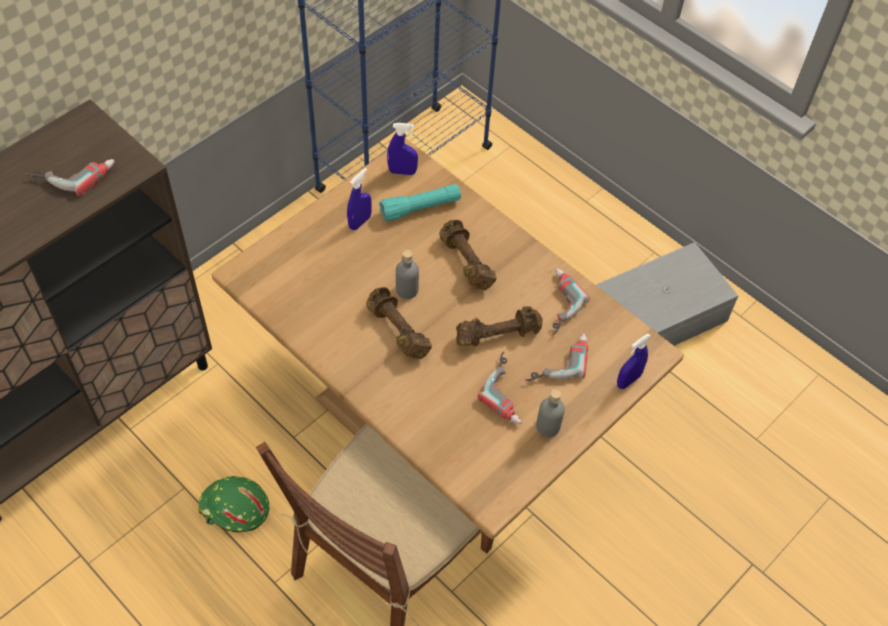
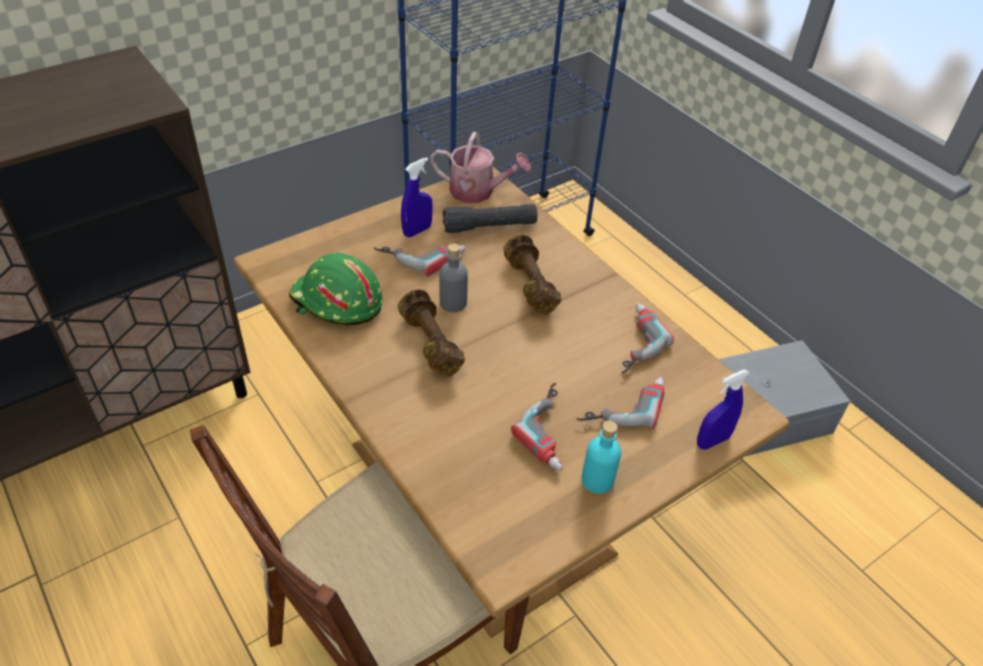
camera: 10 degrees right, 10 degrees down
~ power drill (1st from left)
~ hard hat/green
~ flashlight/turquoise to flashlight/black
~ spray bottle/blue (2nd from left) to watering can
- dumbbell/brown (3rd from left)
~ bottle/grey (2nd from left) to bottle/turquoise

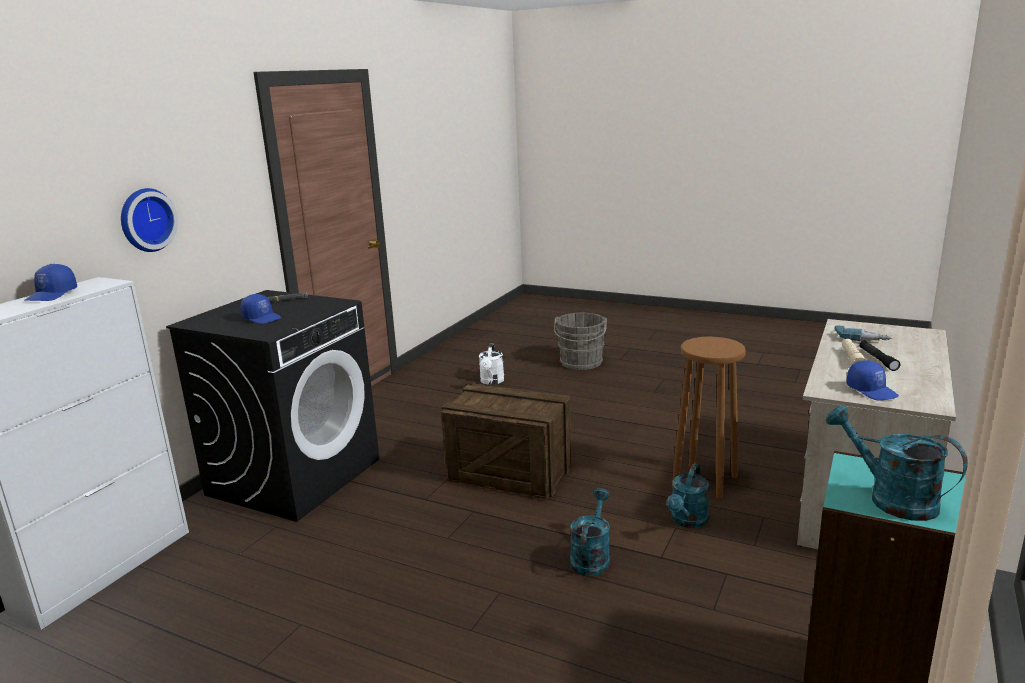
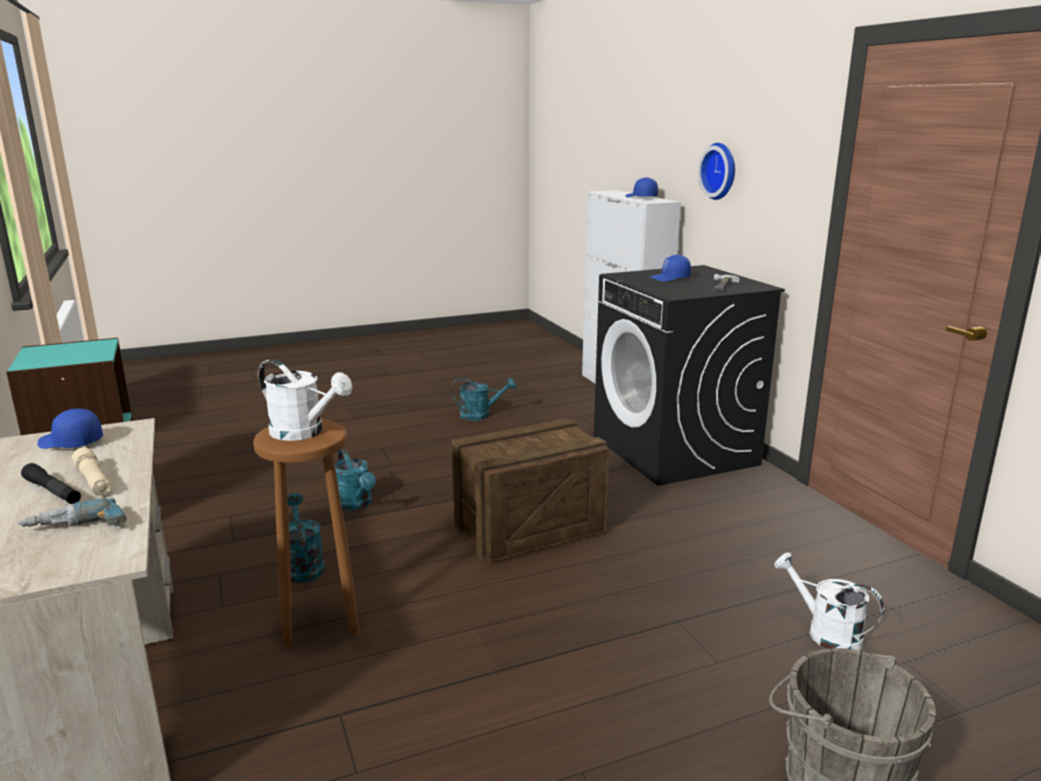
camera: 130 degrees right, 0 degrees up
~ watering can/turquoise (3rd from left)
+ watering can/white (1st from left)

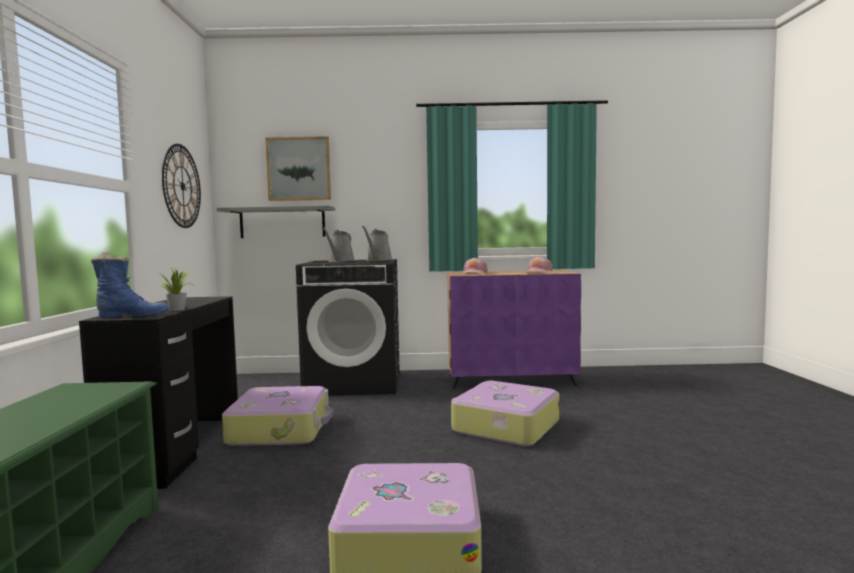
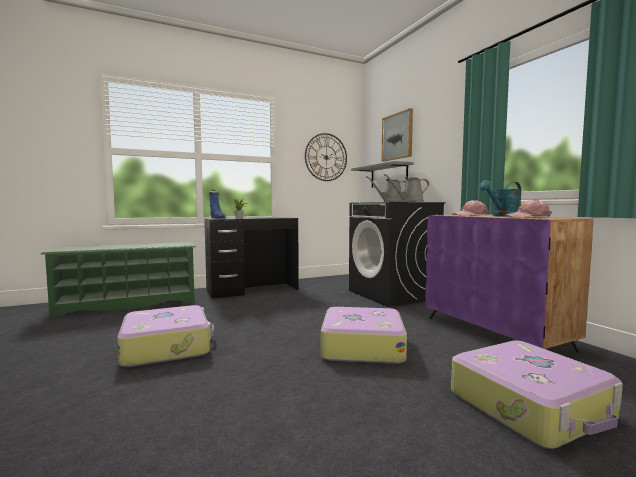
camera: 65 degrees right, 0 degrees up
~ suitcase (1st from left in the first image) to suitcase (3rd from left)
+ watering can/turquoise

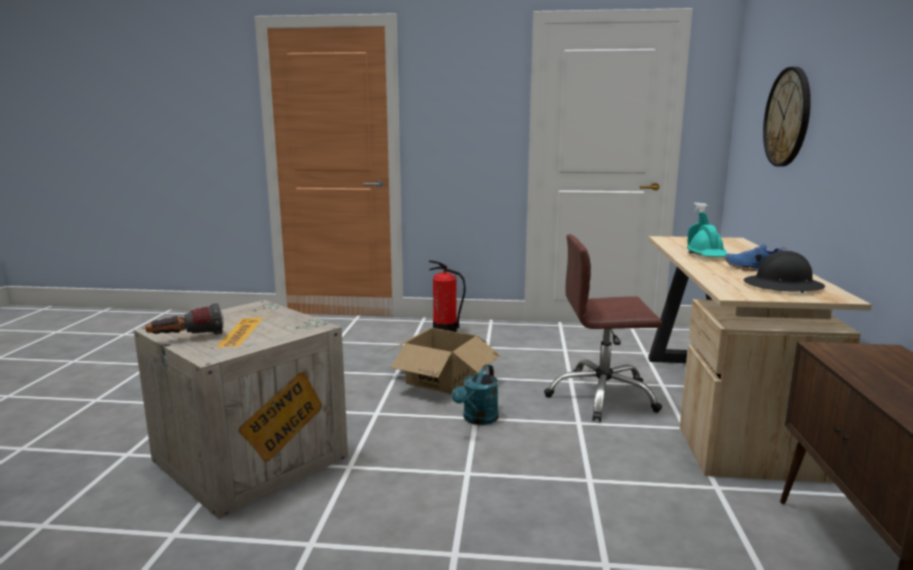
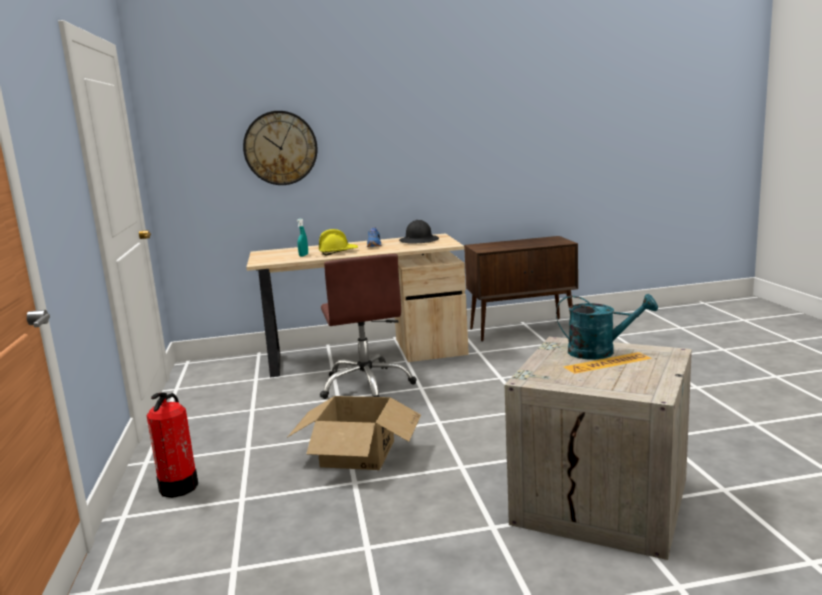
camera: 105 degrees left, 0 degrees up
- flashlight
~ watering can/turquoise
~ hard hat/turquoise to hard hat/yellow

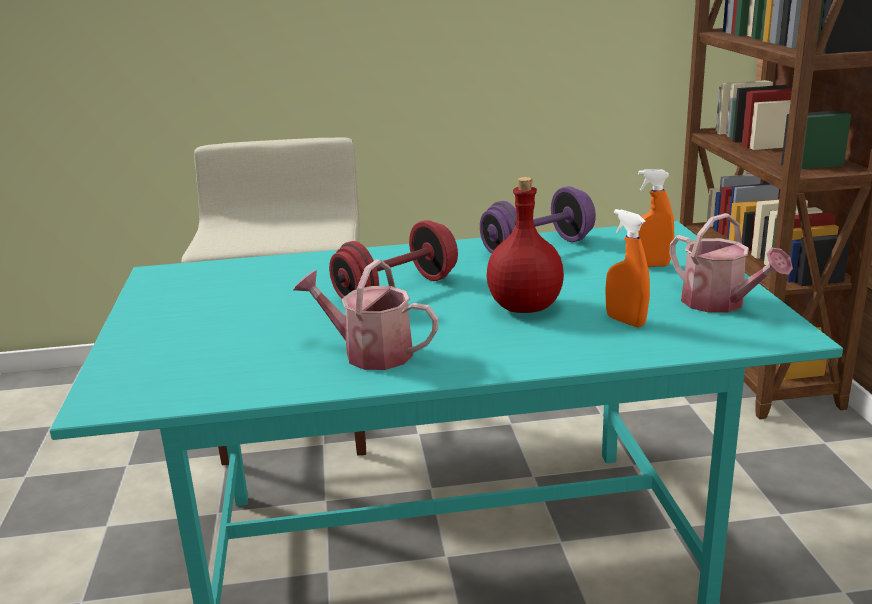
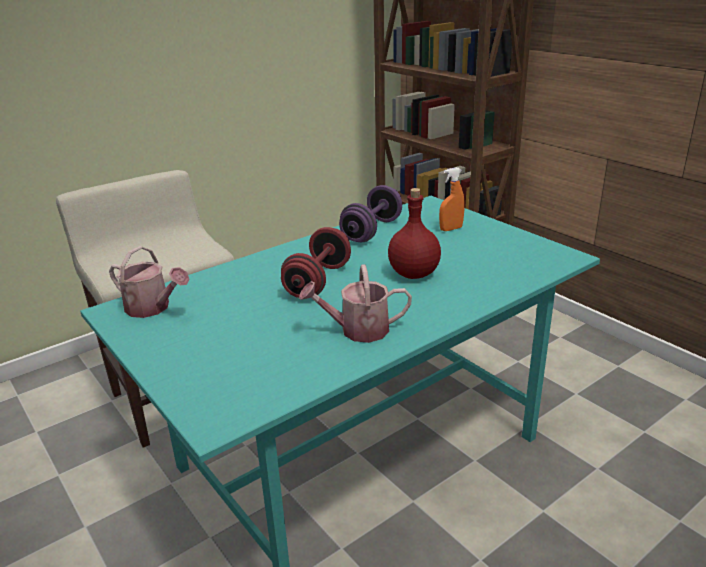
camera: 30 degrees left, 5 degrees up
- spray bottle/orange (1st from left)
~ watering can (2nd from left in the first image) to watering can (1st from left)

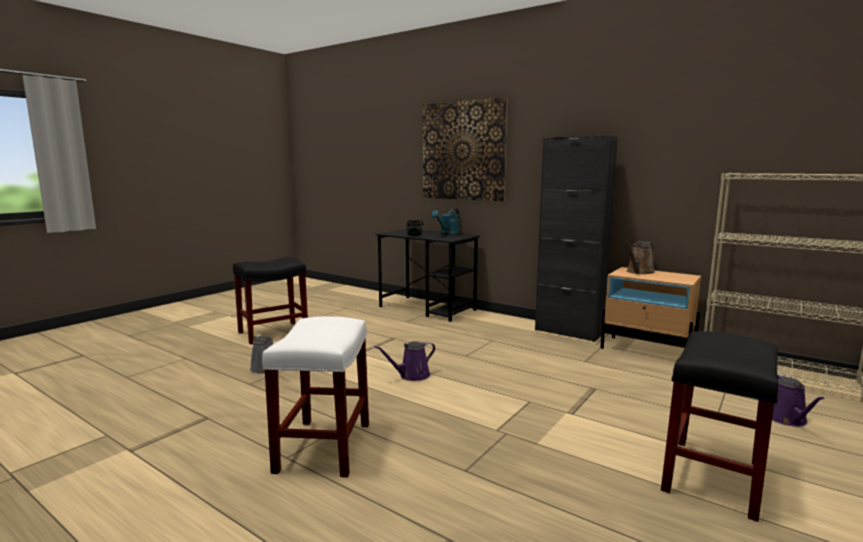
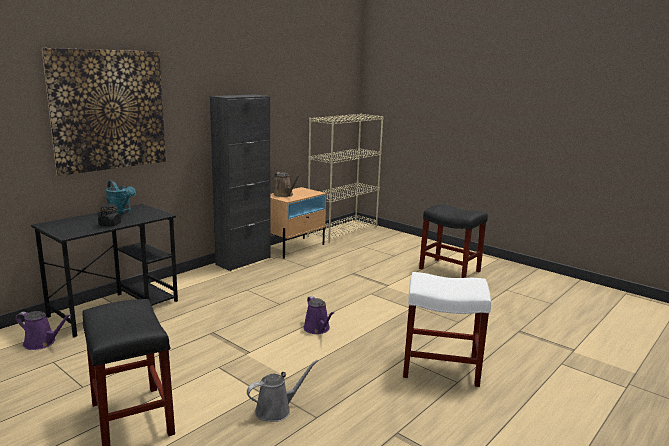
camera: 85 degrees left, 5 degrees up
~ watering can/purple (2nd from left in the first image) to watering can/purple (1st from left)

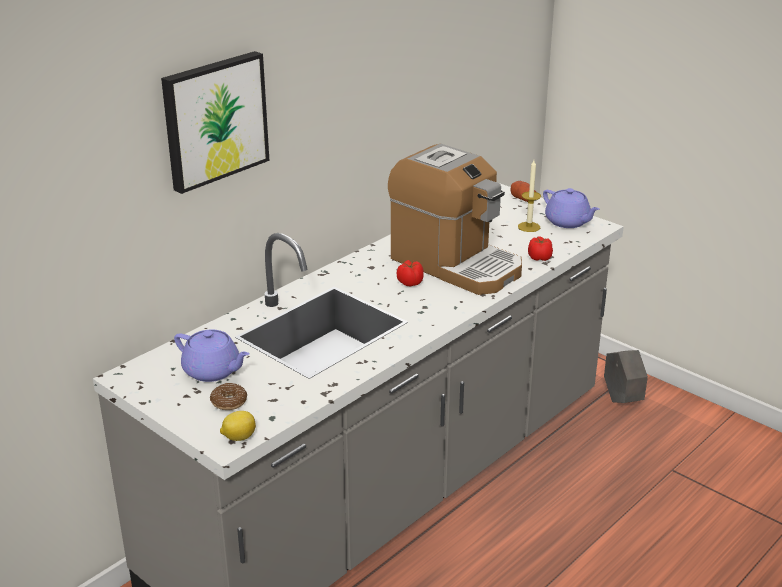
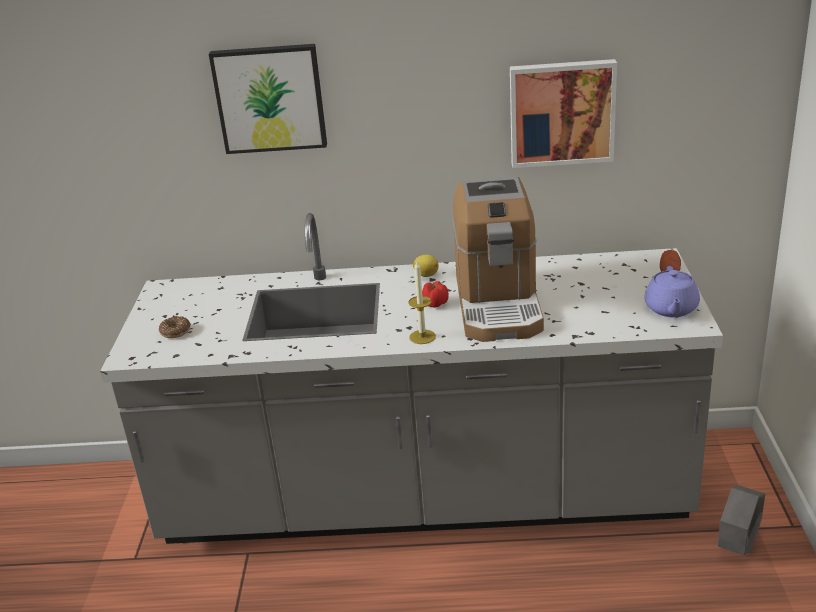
camera: 50 degrees right, 0 degrees up
- teapot/purple (1st from left)
~ lemon
~ candle
- tomato (2nd from left)
+ picture (2nd from left)

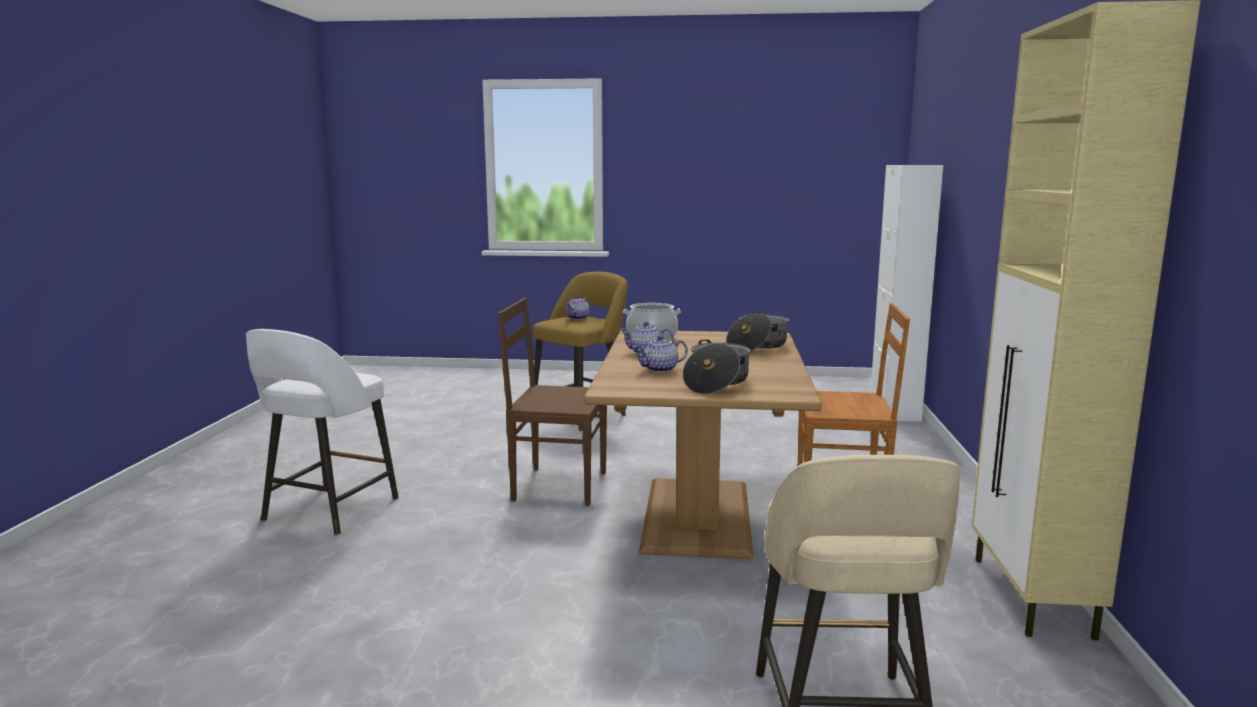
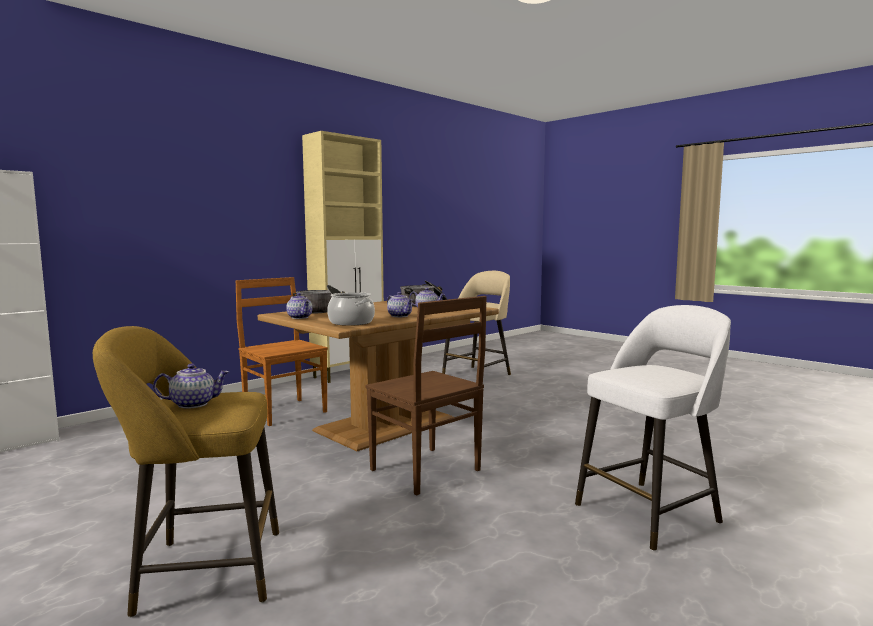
camera: 140 degrees left, 5 degrees down
+ teapot (2nd from left)

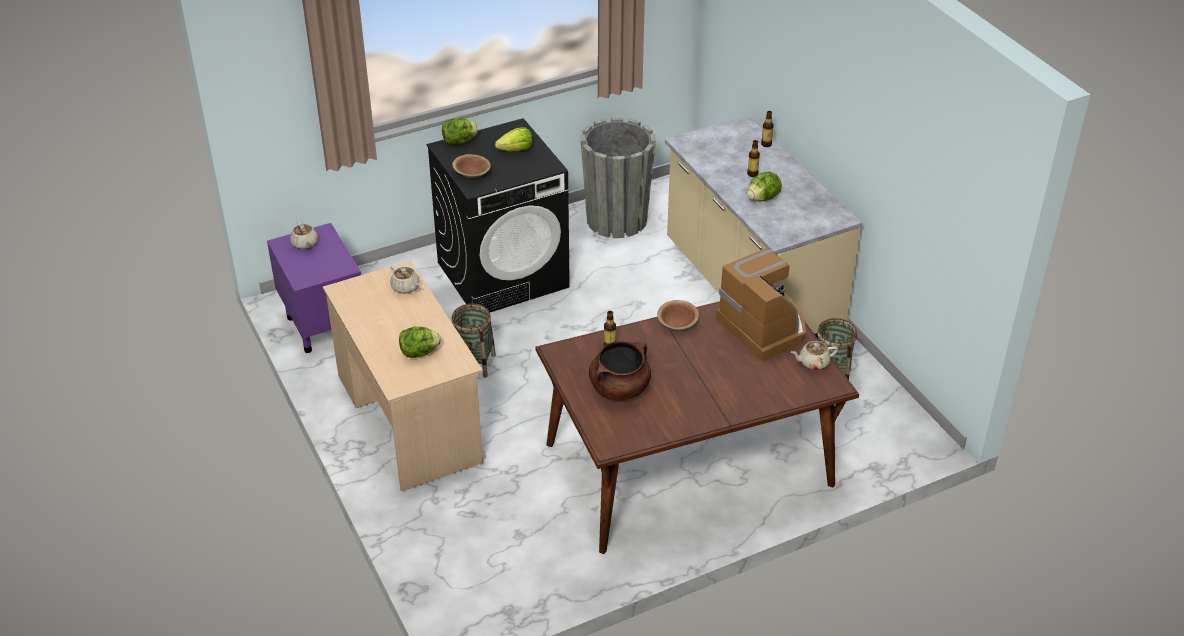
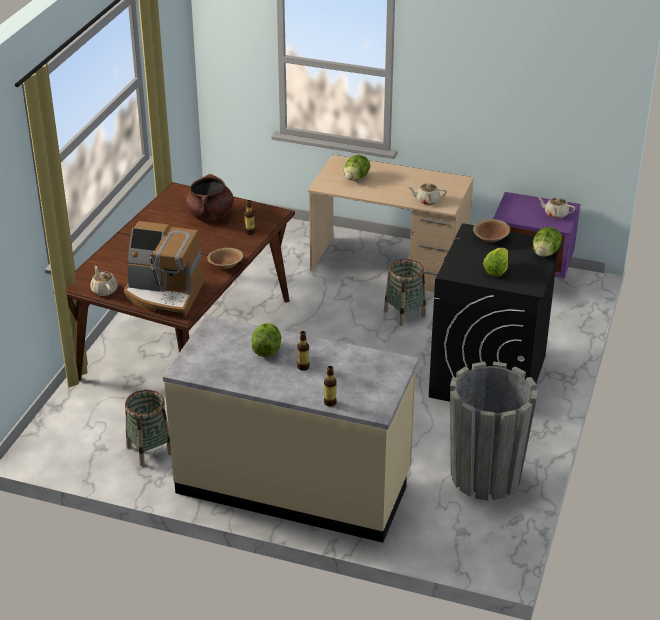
camera: 135 degrees right, 5 degrees down
~ teapot/beige (3rd from left in the first image) 60 degrees counterclockwise

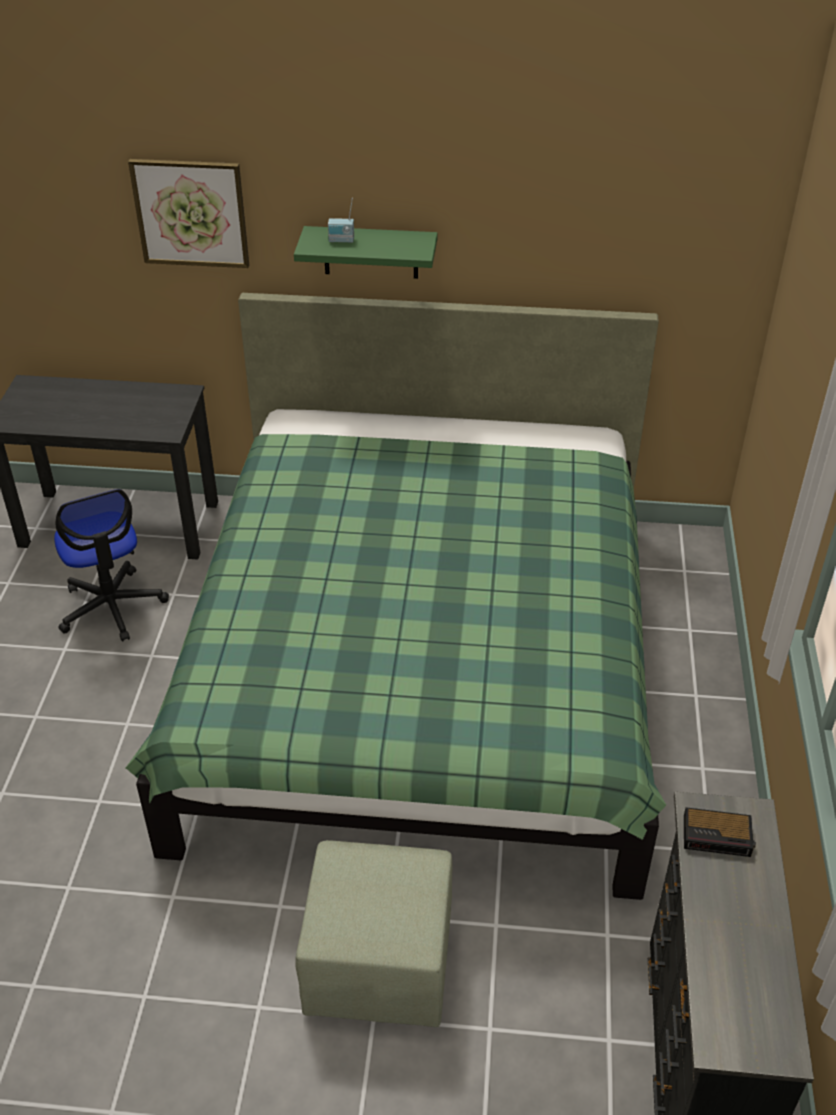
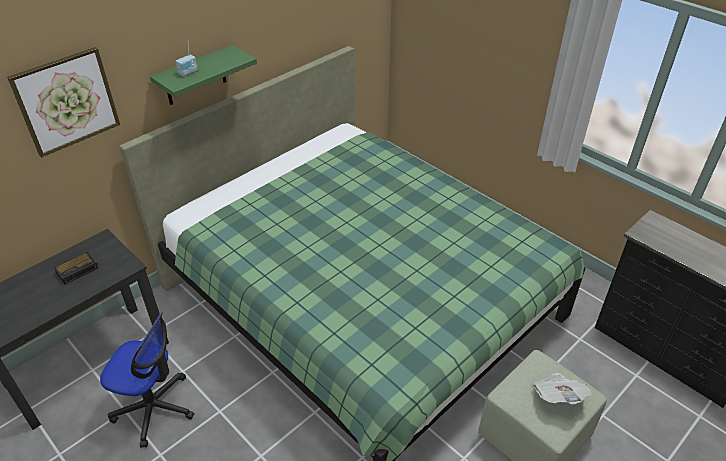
camera: 50 degrees left, 0 degrees up
~ alarm clock
+ newspaper

